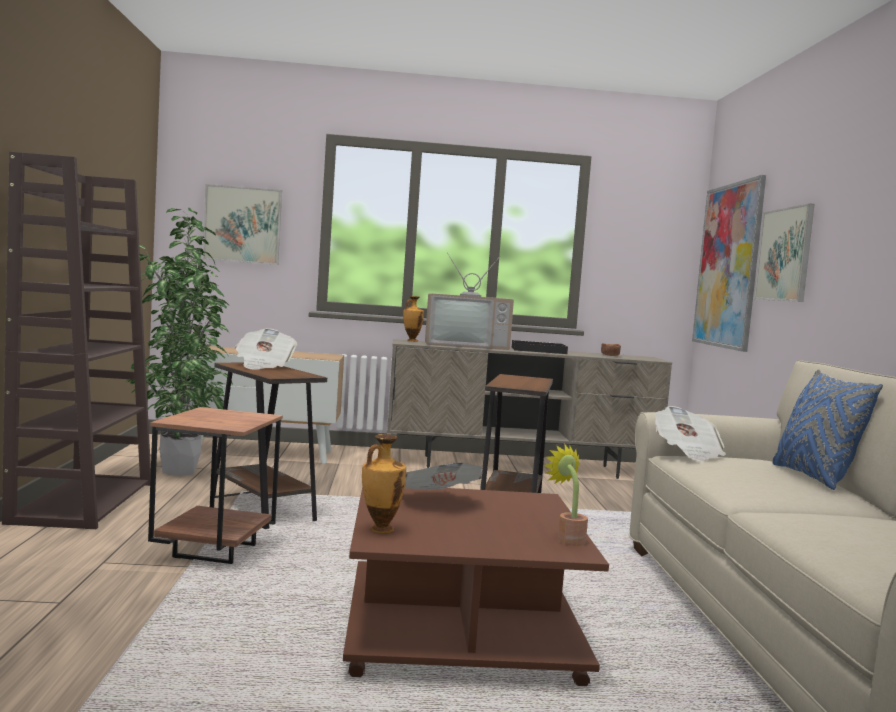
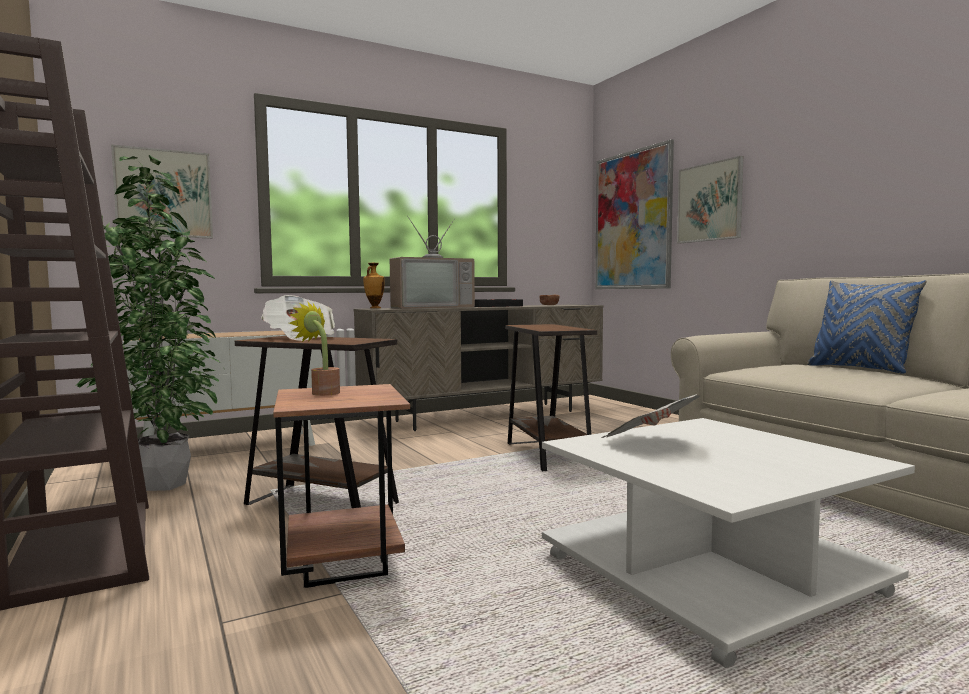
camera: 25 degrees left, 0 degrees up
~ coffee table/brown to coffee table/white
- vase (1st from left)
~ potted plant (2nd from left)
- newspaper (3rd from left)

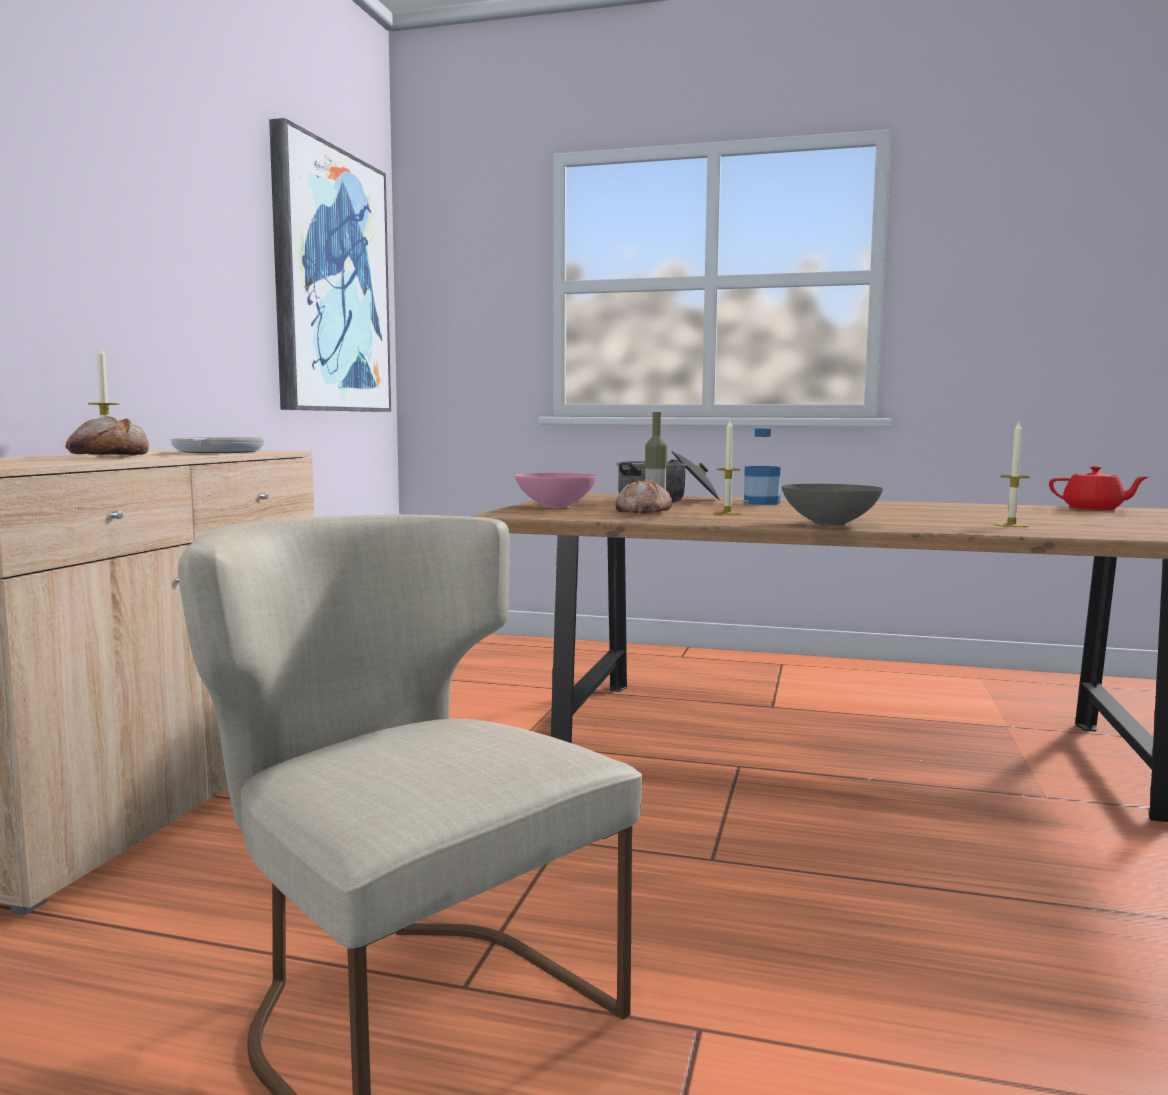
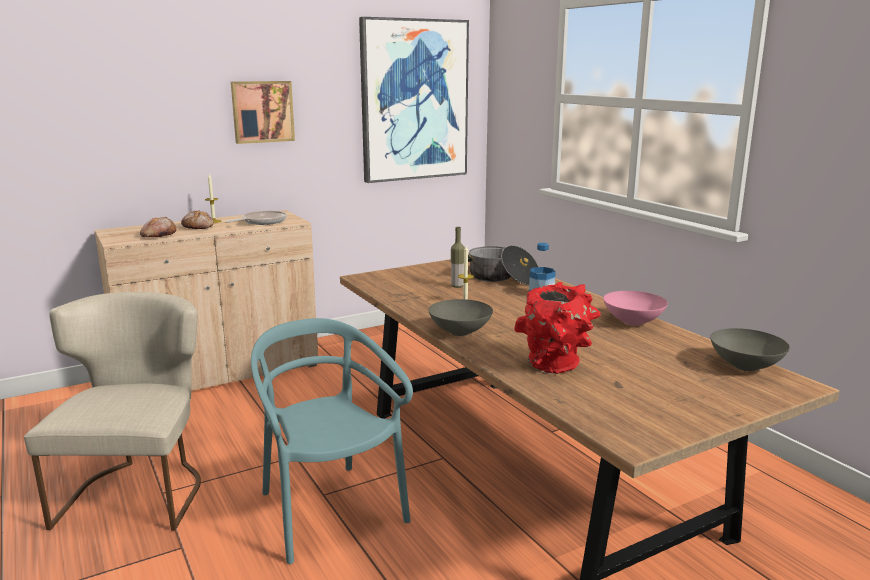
camera: 45 degrees right, 10 degrees up
~ bowl/pink
~ bread (2nd from left in the first image) to bread (1st from left)
~ candle (3rd from left) to vase/red
~ teapot/red to bowl/grey (2nd from left)
+ picture (1st from left)
+ chair/turquoise

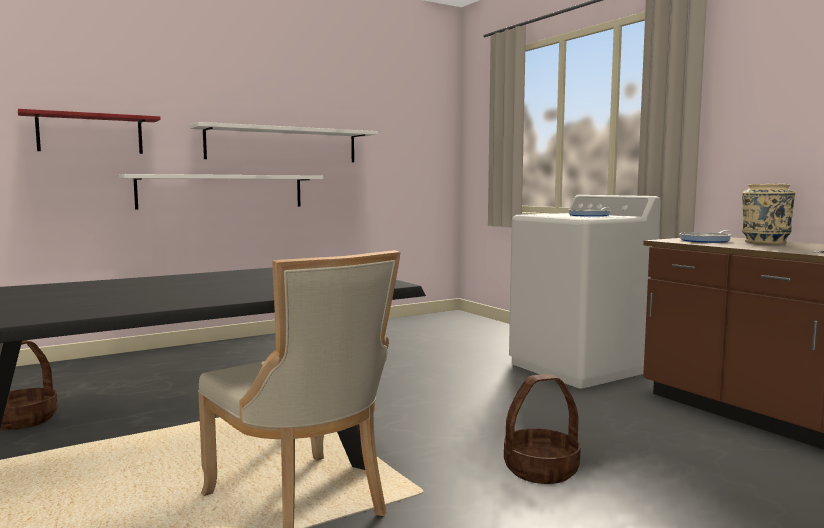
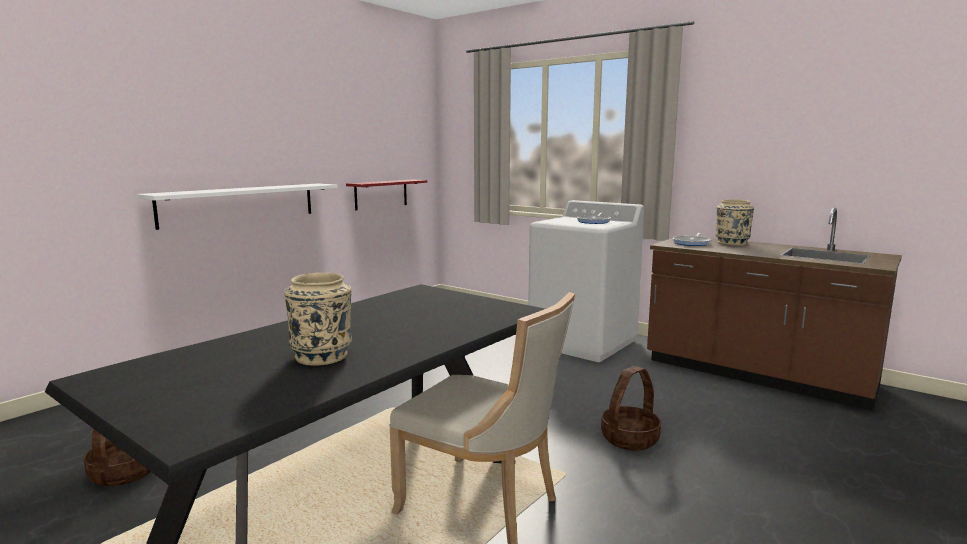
camera: 20 degrees left, 5 degrees up
~ shelf/red
- shelf/white (2nd from left)
+ vase/beige (1st from left)

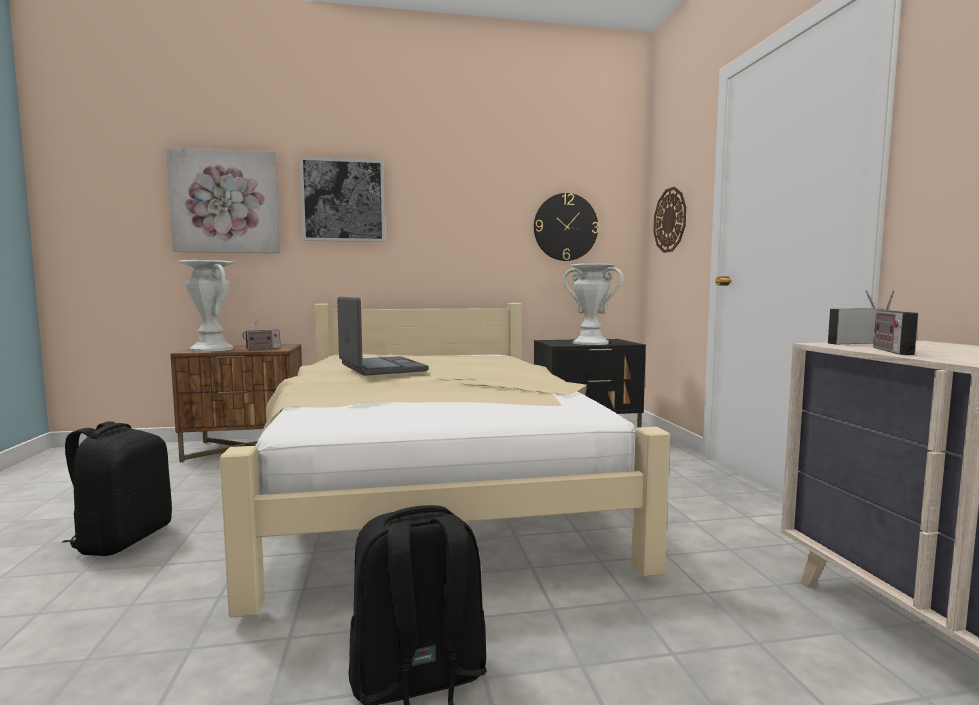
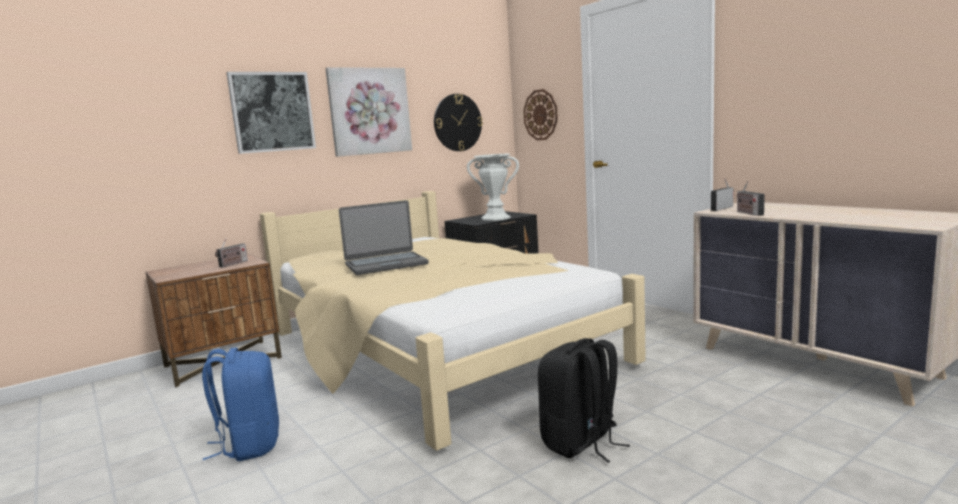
camera: 25 degrees left, 5 degrees up
~ backpack/black (1st from left) to backpack/blue
~ picture (1st from left in the first image) to picture (2nd from left)
- vase/white (1st from left)
~ laptop 120 degrees clockwise

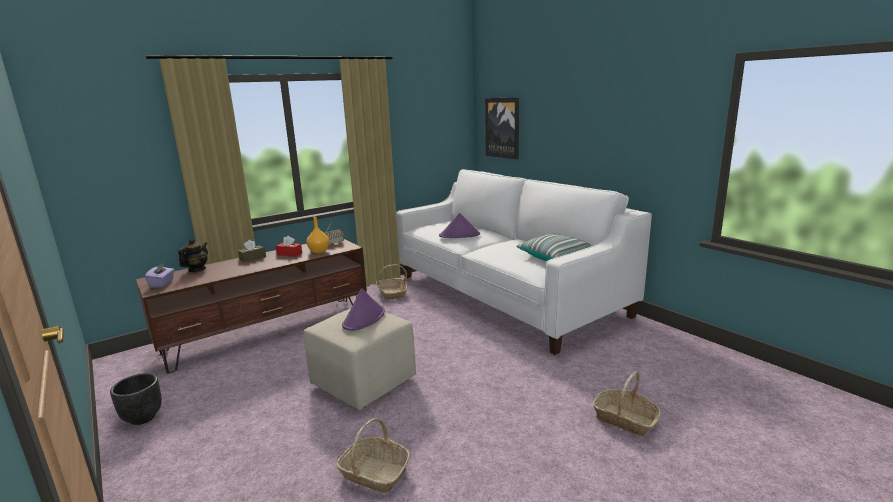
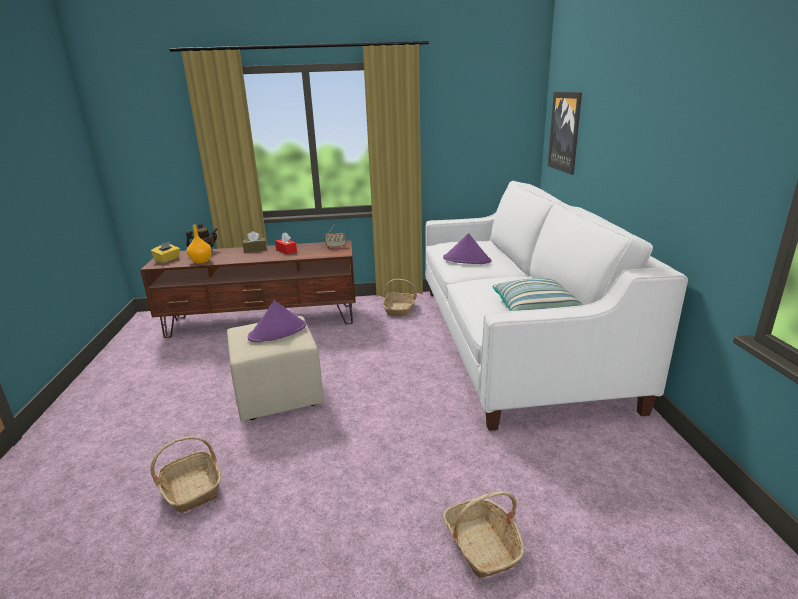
camera: 30 degrees right, 5 degrees up
- planter/black
~ tissue box/purple to tissue box/yellow
~ vase/orange

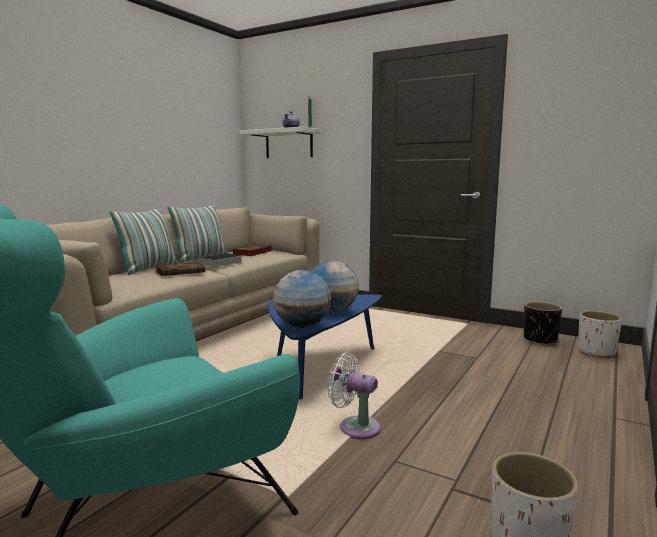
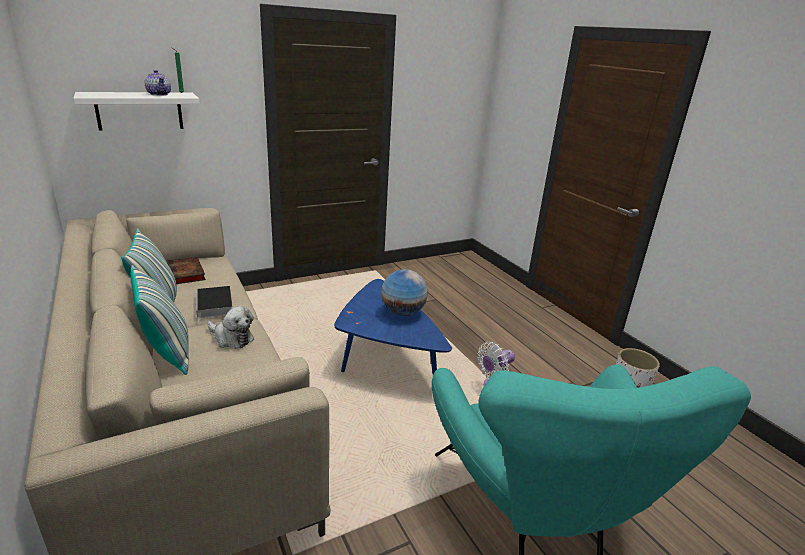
camera: 60 degrees left, 15 degrees up
~ book (1st from left) to plush toy
- globe (1st from left)
- planter/black
- planter/white (2nd from left)

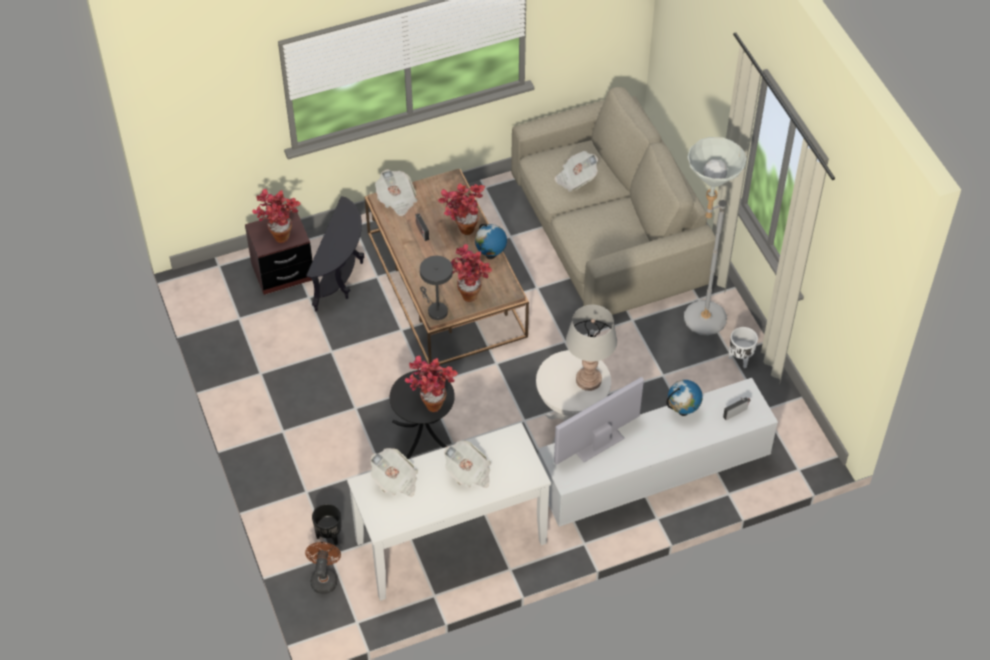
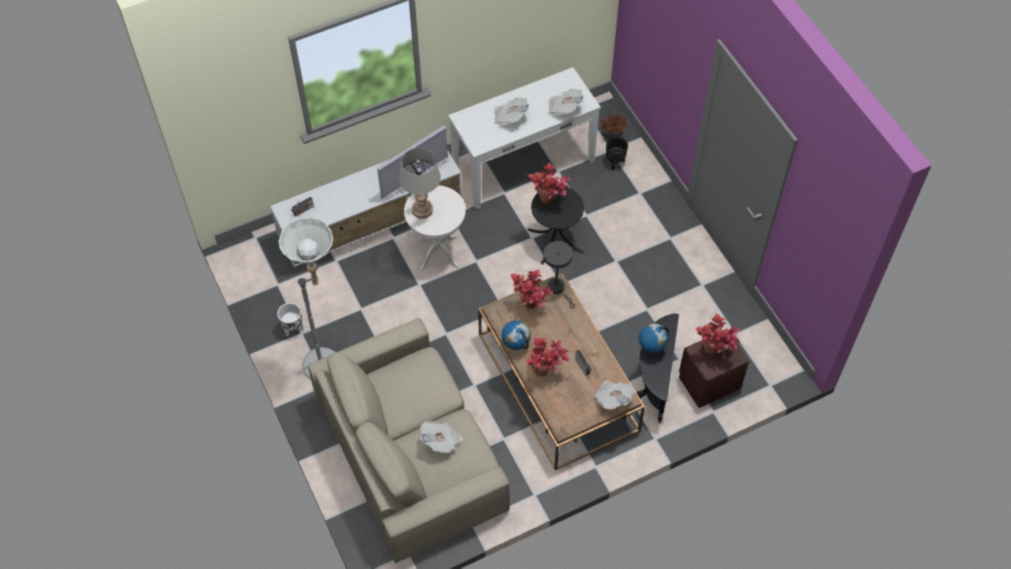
camera: 175 degrees right, 5 degrees up
~ globe (2nd from left)

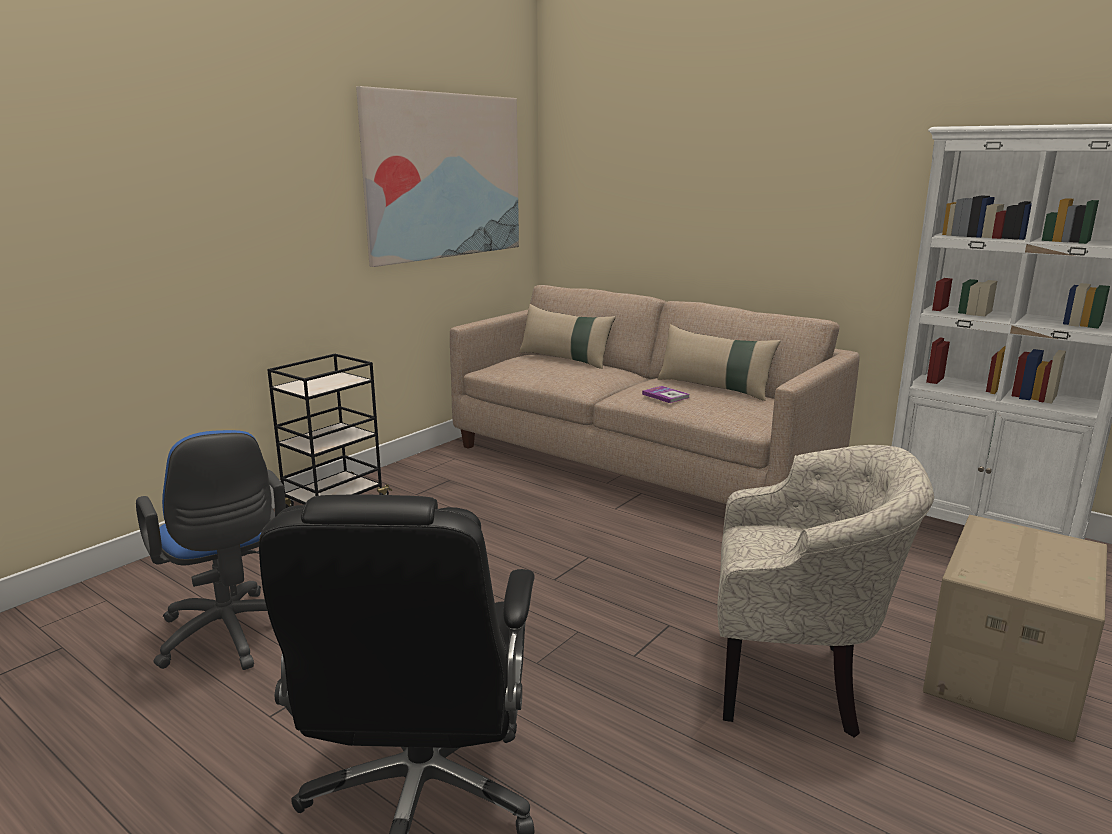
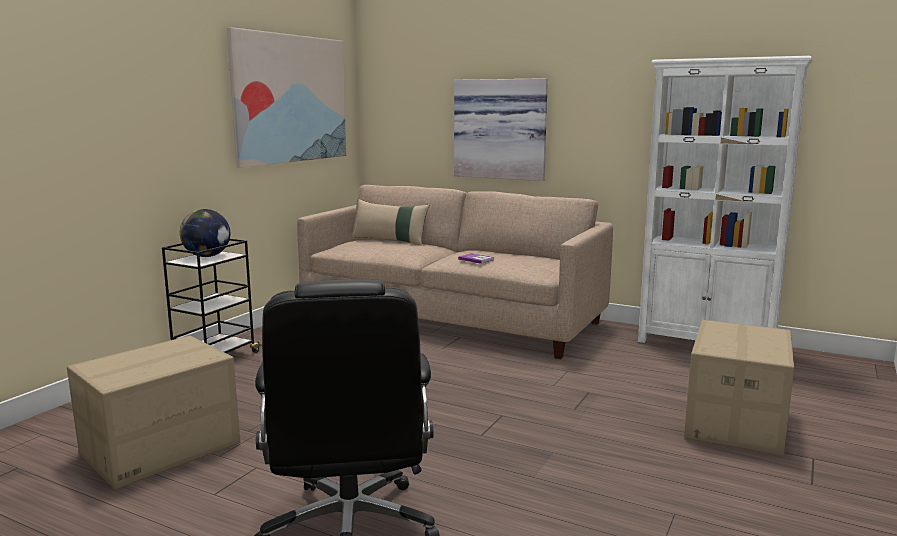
camera: 10 degrees left, 5 degrees down
~ office chair/blue to cardboard box (1st from left)
- pillow/beige (2nd from left)
- armchair/beige
+ globe
+ picture (2nd from left)

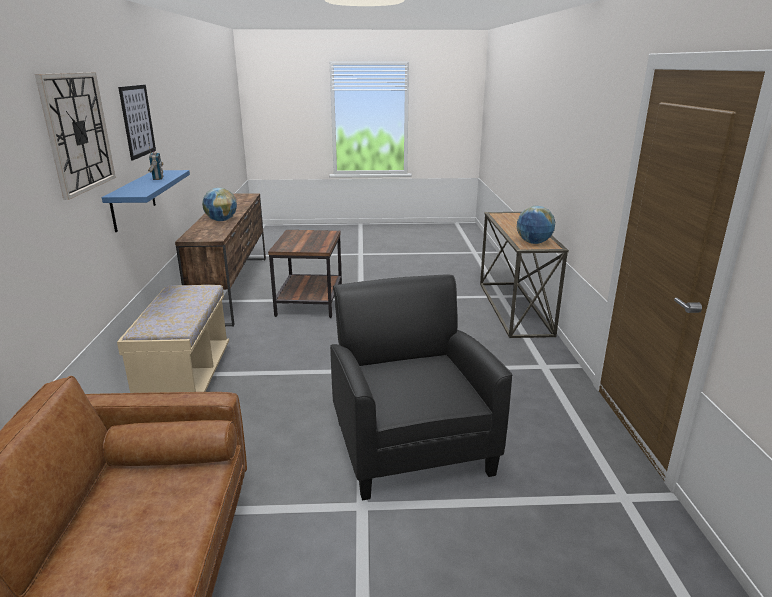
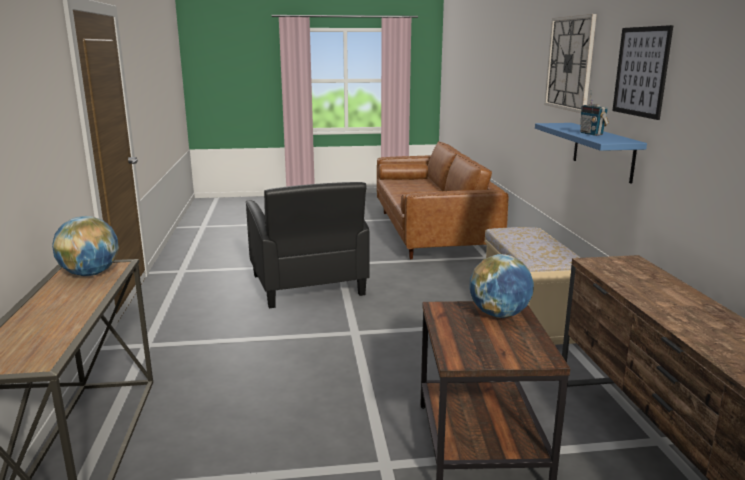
camera: 175 degrees right, 5 degrees down
~ globe (1st from left in the first image) to globe (2nd from left)

